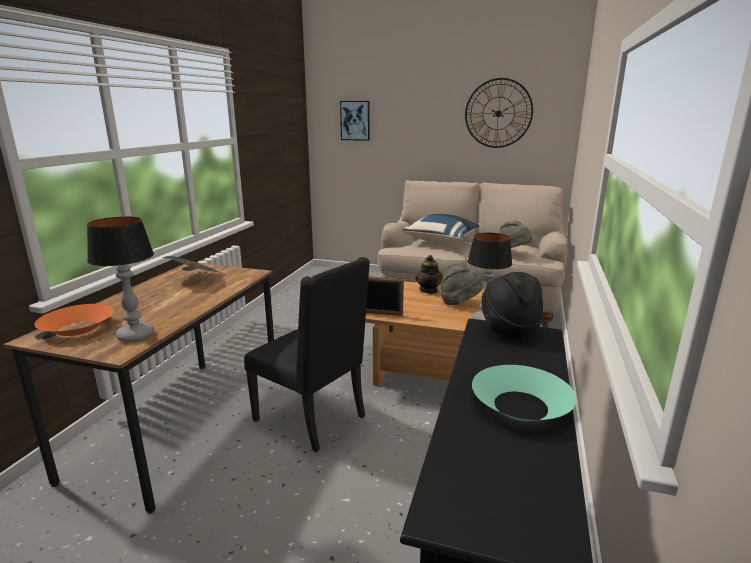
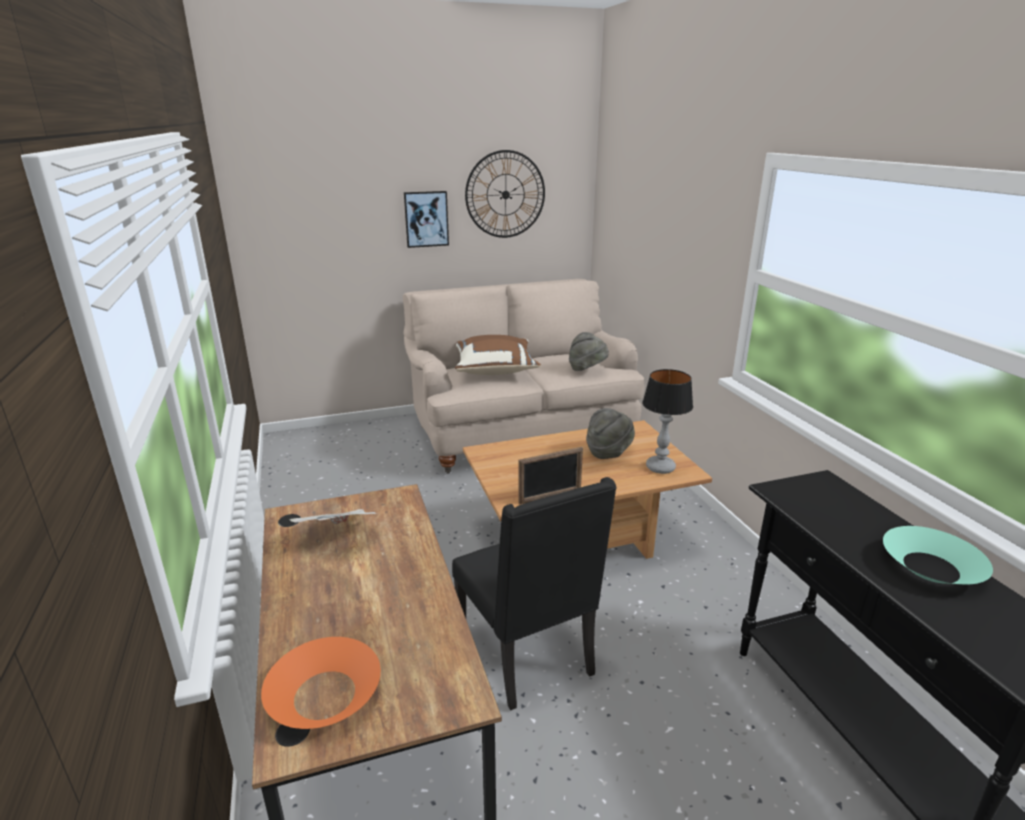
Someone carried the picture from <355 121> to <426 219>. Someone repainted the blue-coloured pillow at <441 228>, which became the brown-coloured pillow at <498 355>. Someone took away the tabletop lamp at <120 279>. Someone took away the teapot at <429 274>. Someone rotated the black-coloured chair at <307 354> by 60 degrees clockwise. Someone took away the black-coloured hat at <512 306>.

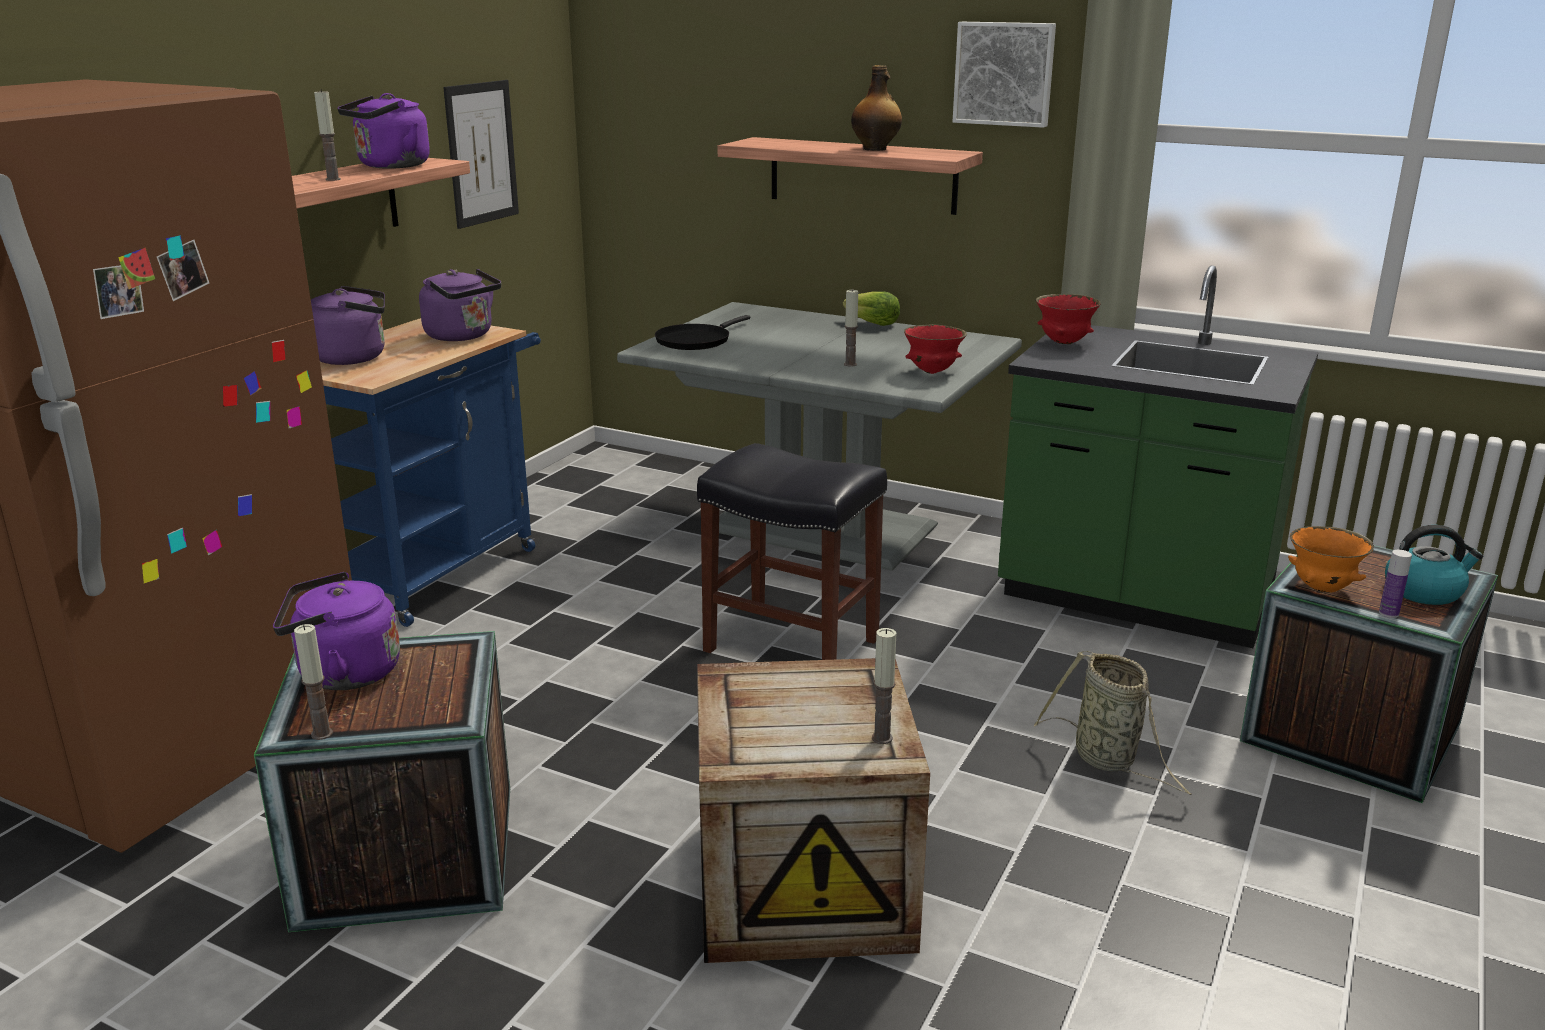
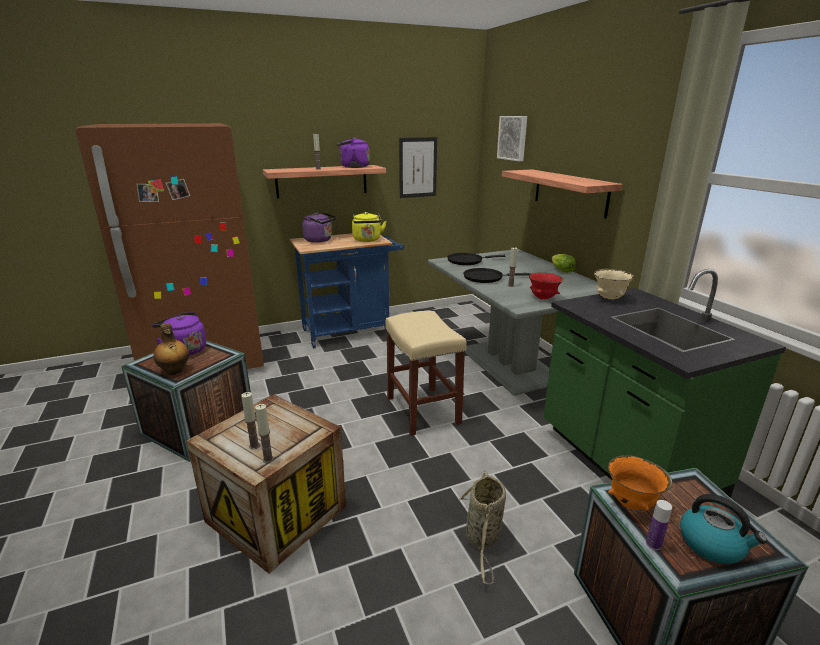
Someone carried the picture from <1004 75> to <512 138>. Someone carried the bottle from <876 108> to <171 349>. Someone repainted the purplish water kettle at <460 305>, which became the yellow water kettle at <369 227>. Someone repainted the red deep dish at <1068 319>, which became the beige deep dish at <614 284>. Someone repainted the black-coloured sitting stool at <792 551>, which became the beige sitting stool at <426 373>. Someone carried the wax candle from <313 682> to <250 420>. Someone put down the black-coloured skillet at <497 275>.

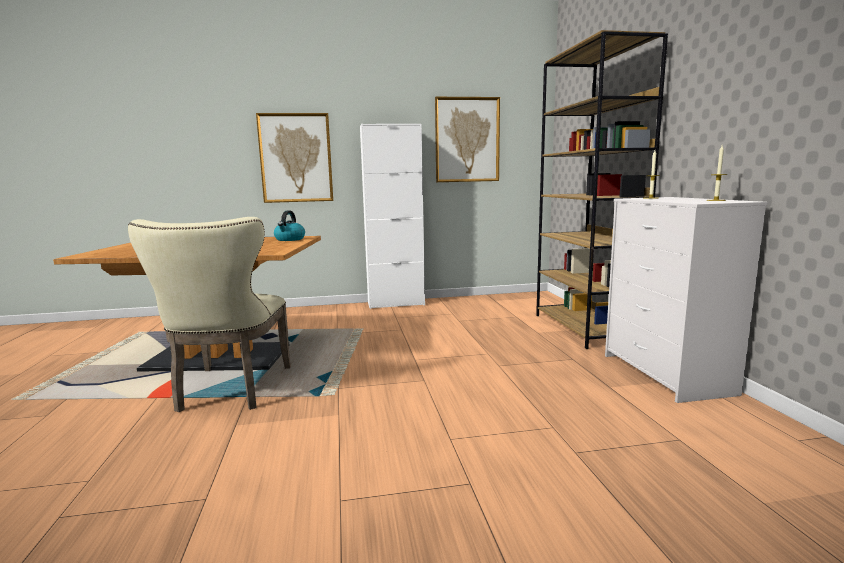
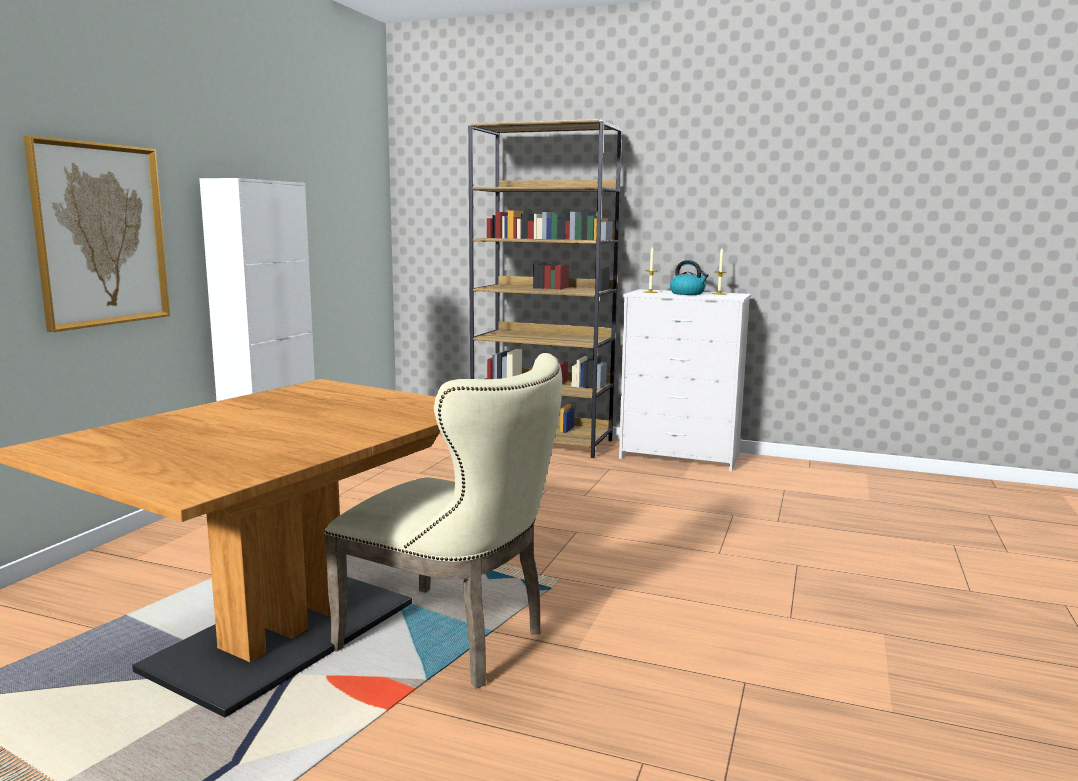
Someone took away the picture at <467 139>. Someone carried the water kettle from <289 225> to <689 277>.

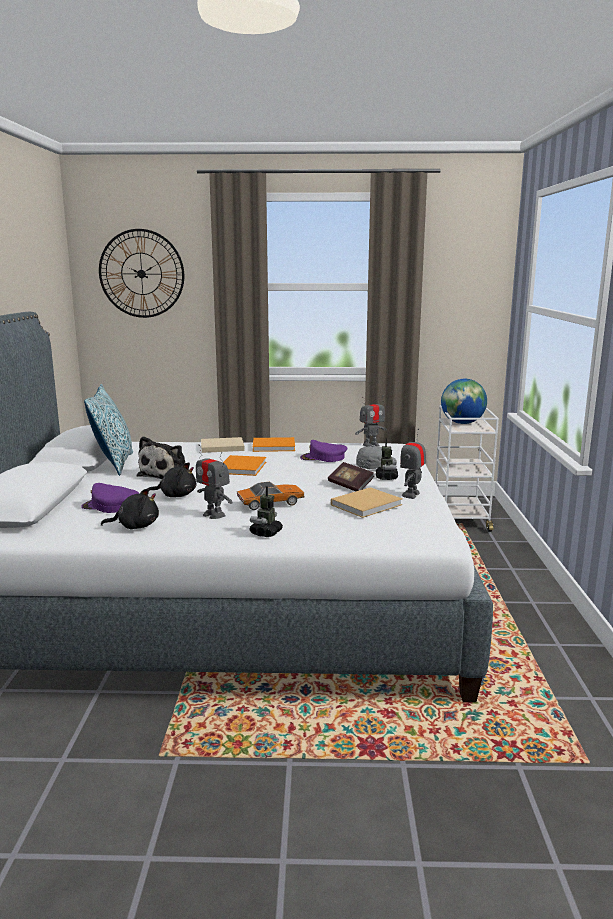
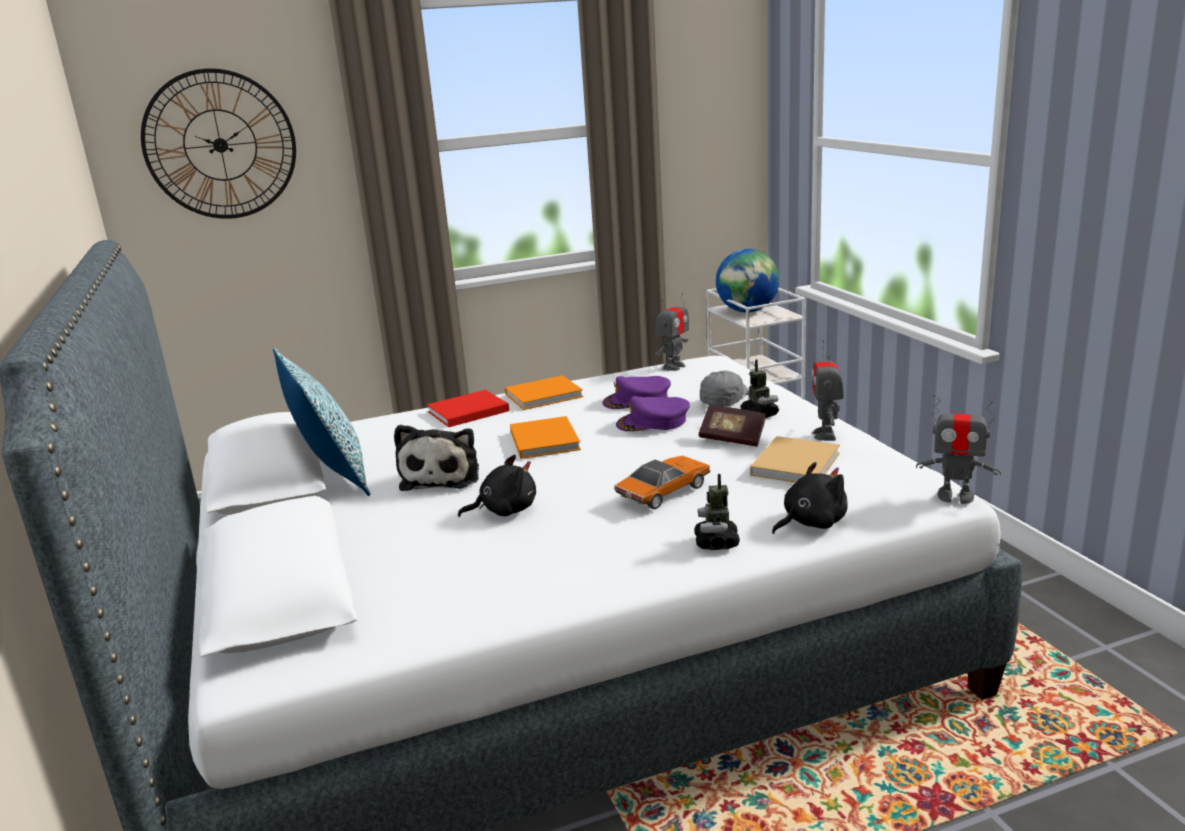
Someone repainted the beige book at <223 445>, which became the red book at <468 408>. Someone carried the robot figure from <214 481> to <958 449>. Someone carried the purplish baseball cap from <110 498> to <653 414>. Someone carried the black-coloured soft toy from <130 508> to <810 498>.

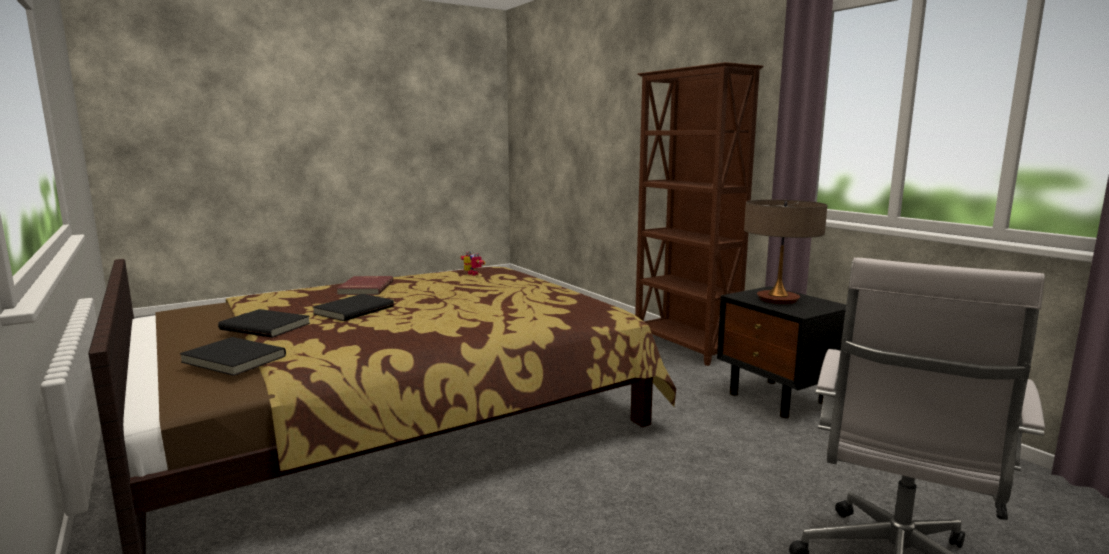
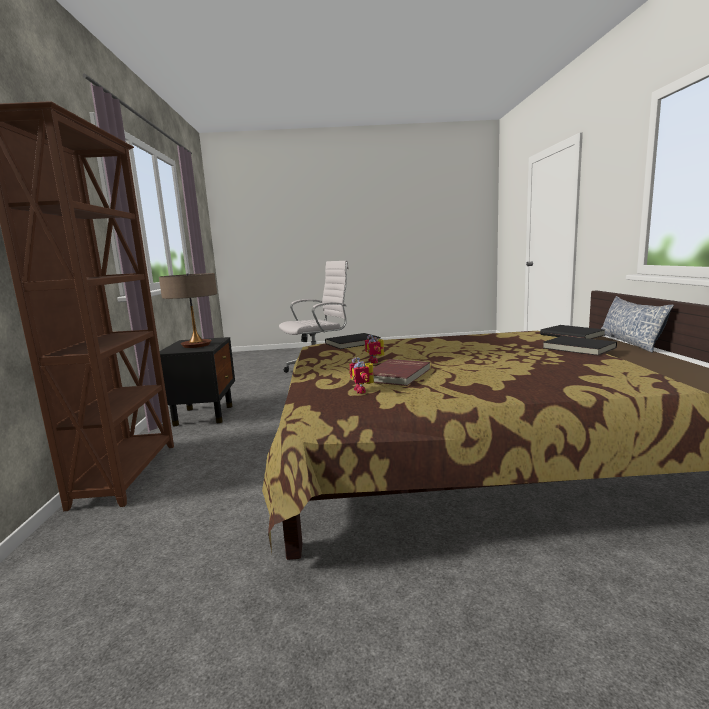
Someone carried the red book from <364 285> to <401 372>. Someone carried the black-coloured book from <353 307> to <353 341>. Someone put down the pillow at <637 324>. Someone put down the robot figure at <374 349>.

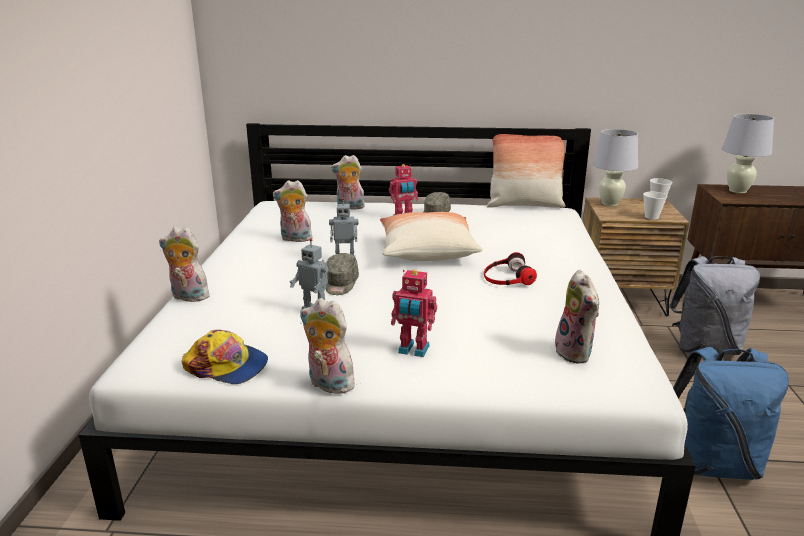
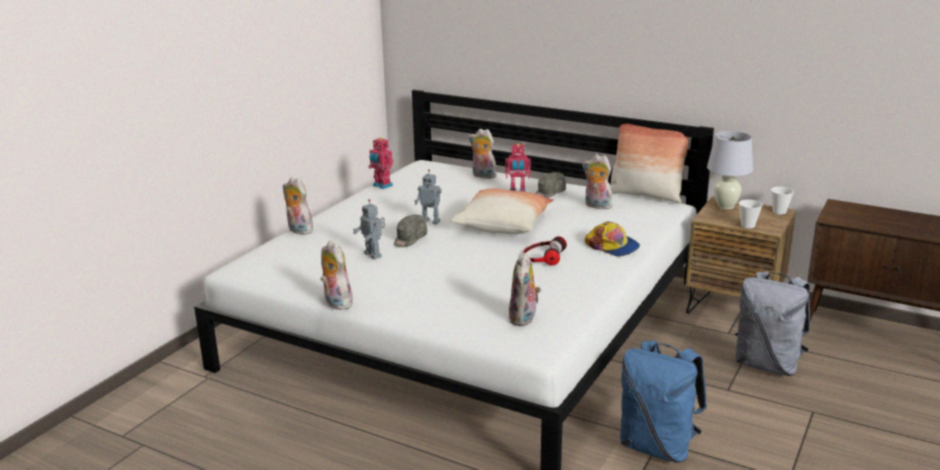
Someone took away the white-coloured tabletop lamp at <748 153>. Someone carried the soft toy from <292 211> to <597 182>. Someone carried the robot figure from <414 313> to <380 163>. Someone carried the baseball cap from <225 357> to <612 239>.

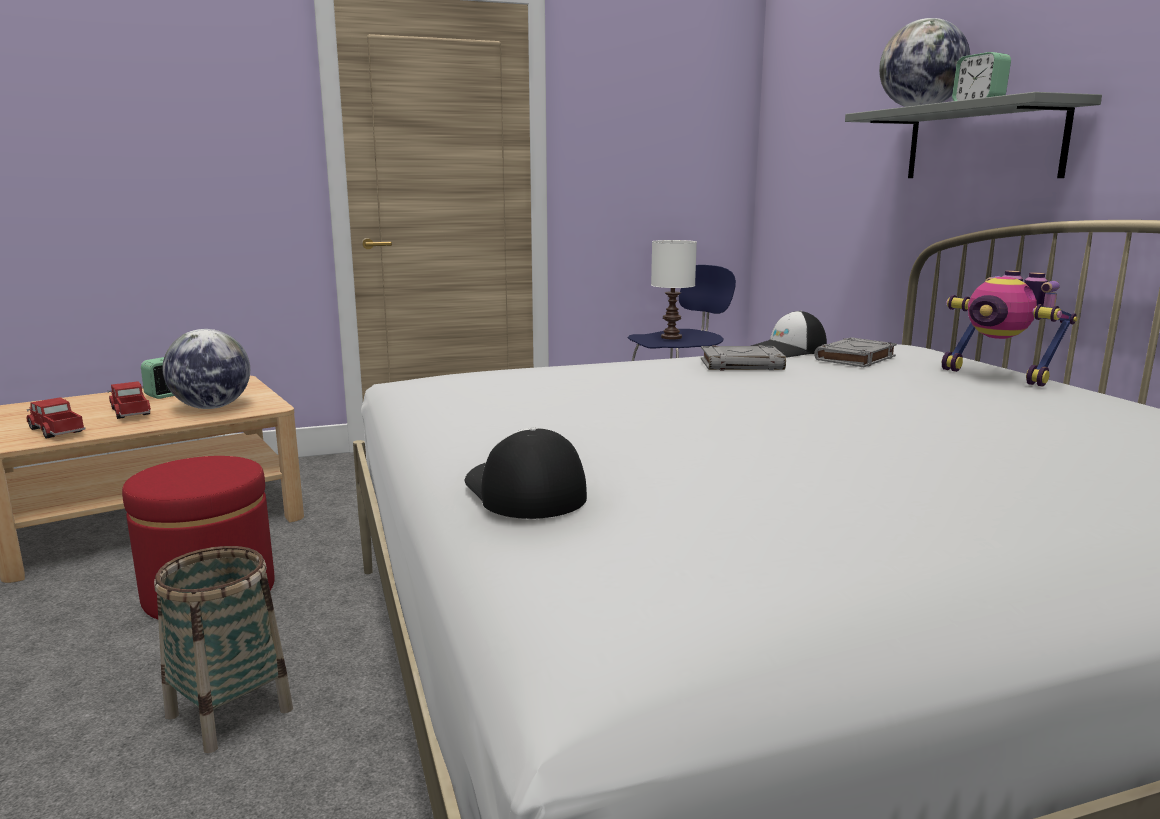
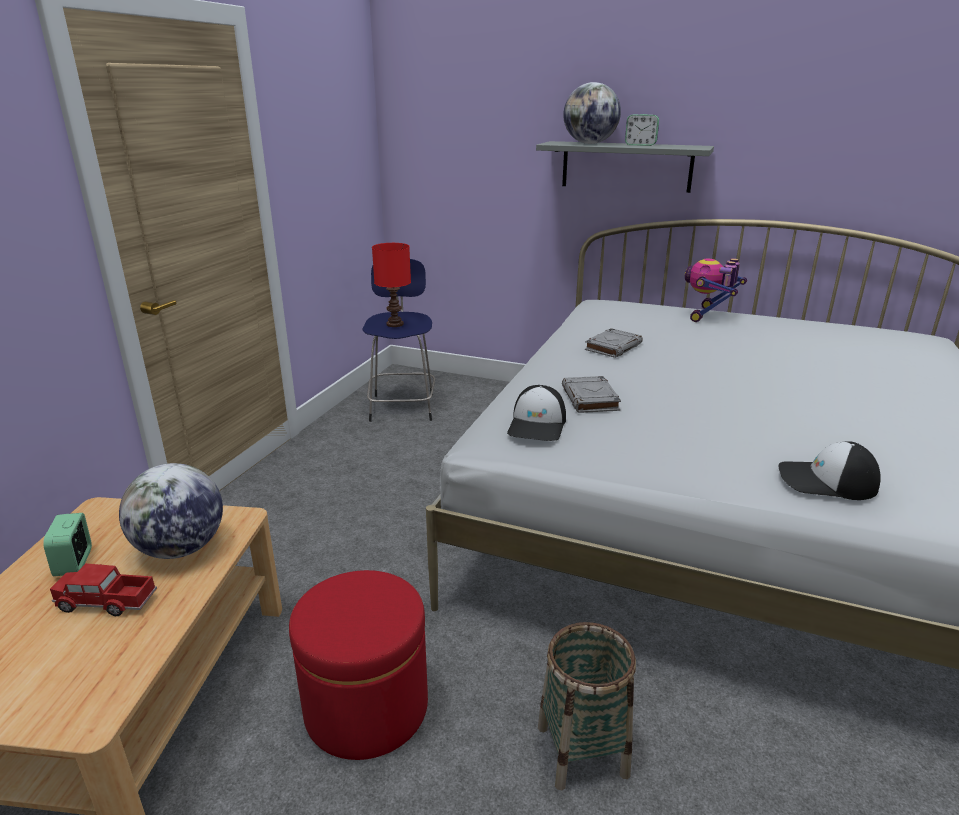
Someone repainted the white-coloured tabletop lamp at <674 289>, which became the red tabletop lamp at <391 285>. Someone rotated the robot figure at <1009 328> by 120 degrees clockwise. Someone carried the baseball cap from <789 334> to <536 413>. Someone carried the grey book from <855 352> to <591 394>. Someone took away the toy truck at <56 418>.

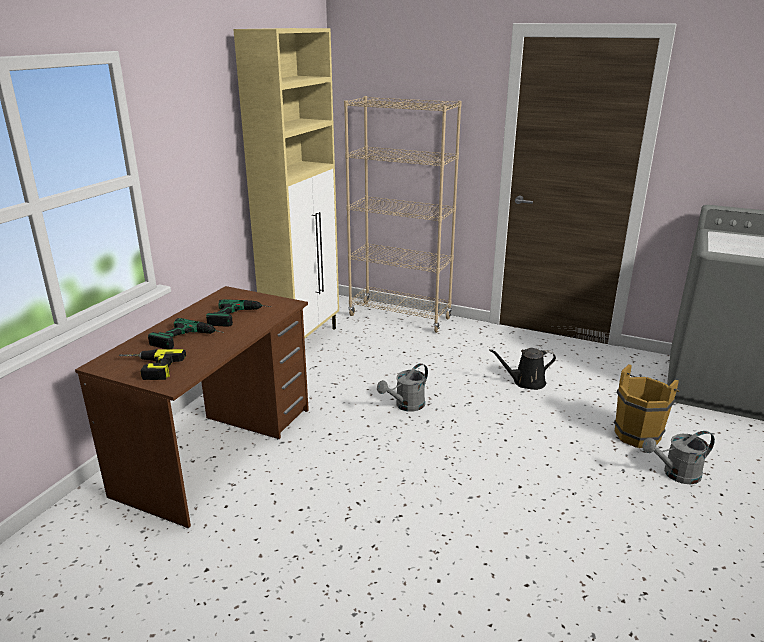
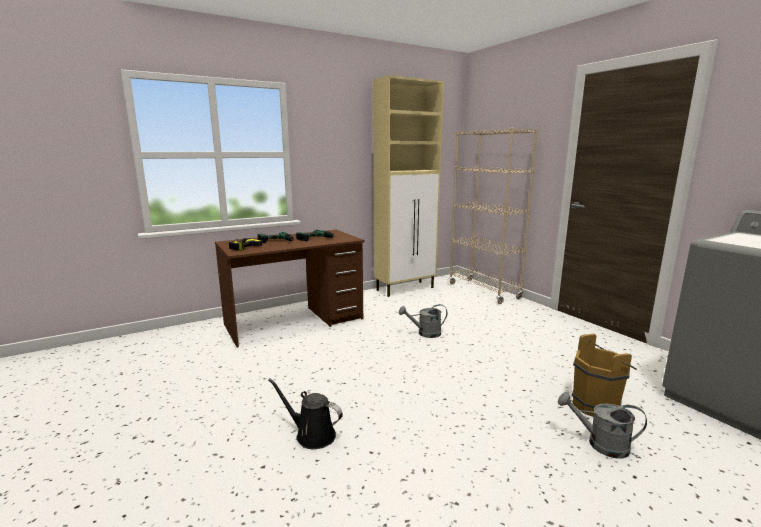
Someone carried the black-coloured watering can from <522 369> to <306 413>.

